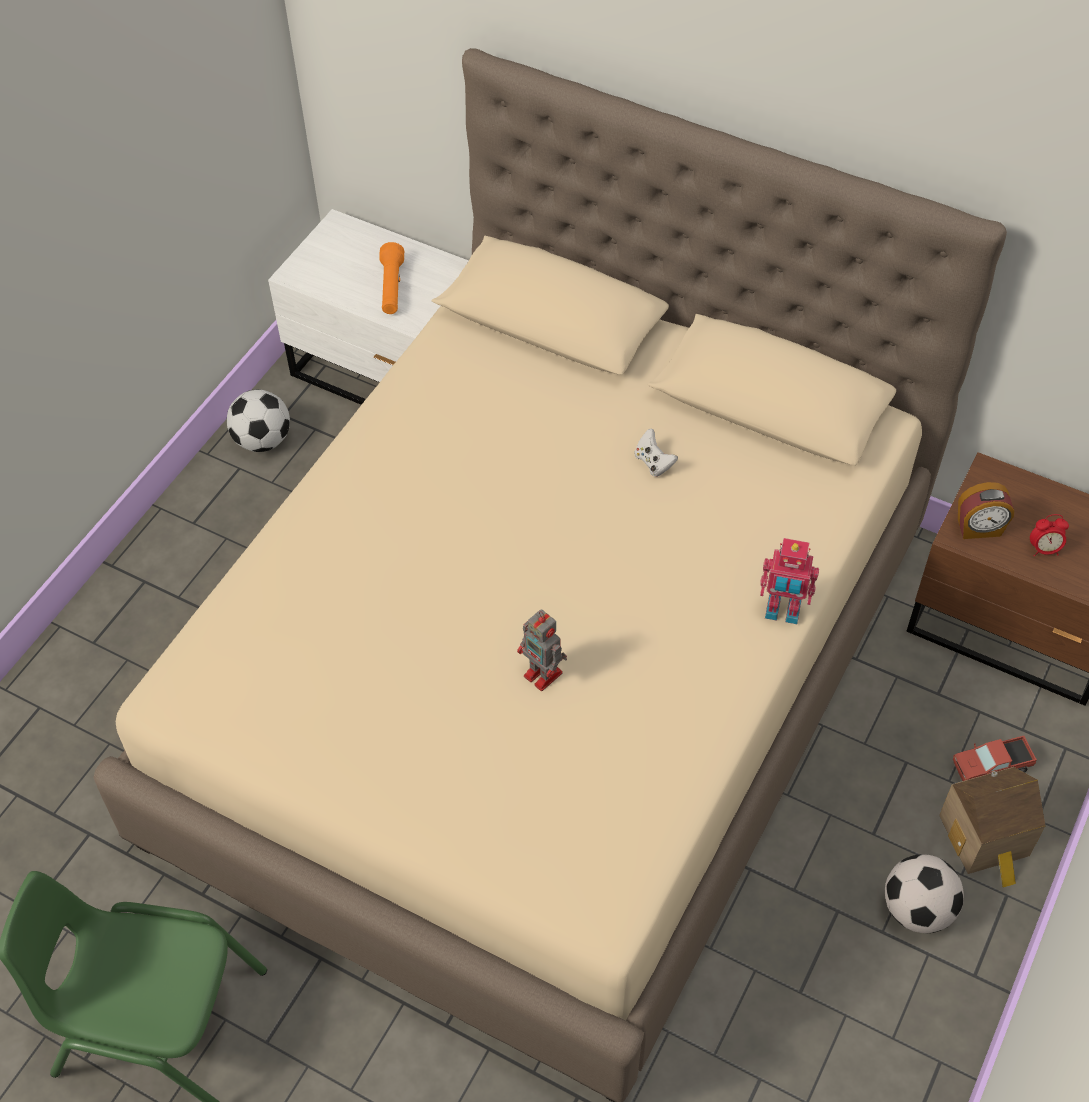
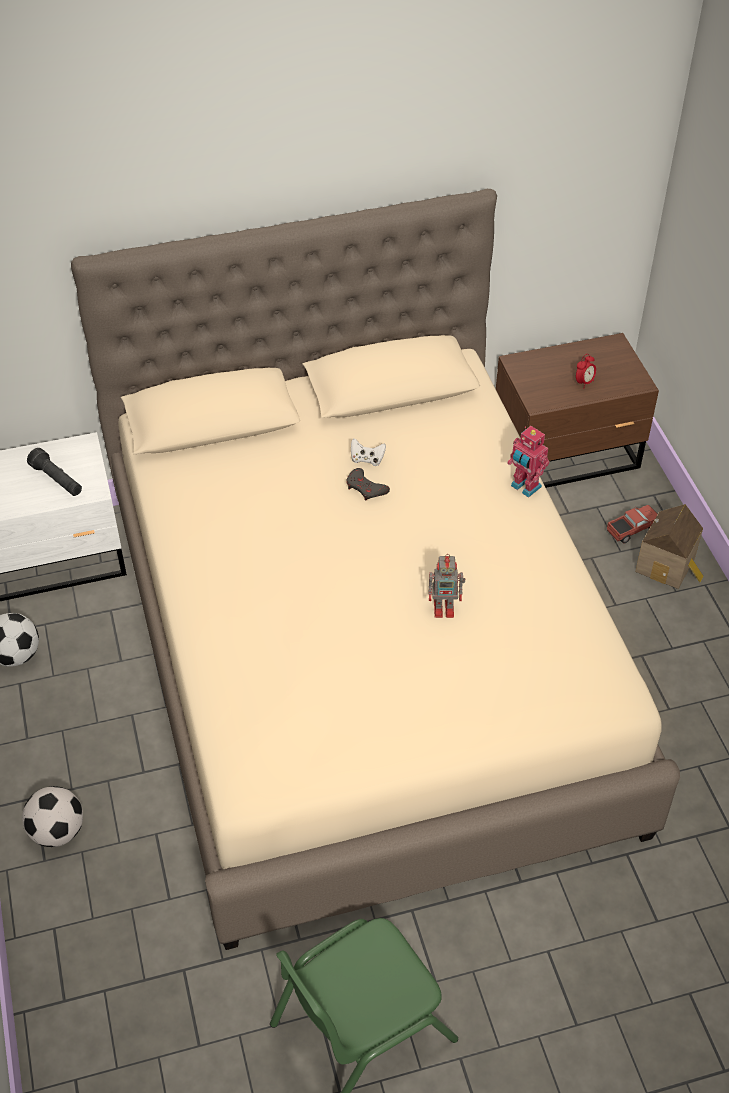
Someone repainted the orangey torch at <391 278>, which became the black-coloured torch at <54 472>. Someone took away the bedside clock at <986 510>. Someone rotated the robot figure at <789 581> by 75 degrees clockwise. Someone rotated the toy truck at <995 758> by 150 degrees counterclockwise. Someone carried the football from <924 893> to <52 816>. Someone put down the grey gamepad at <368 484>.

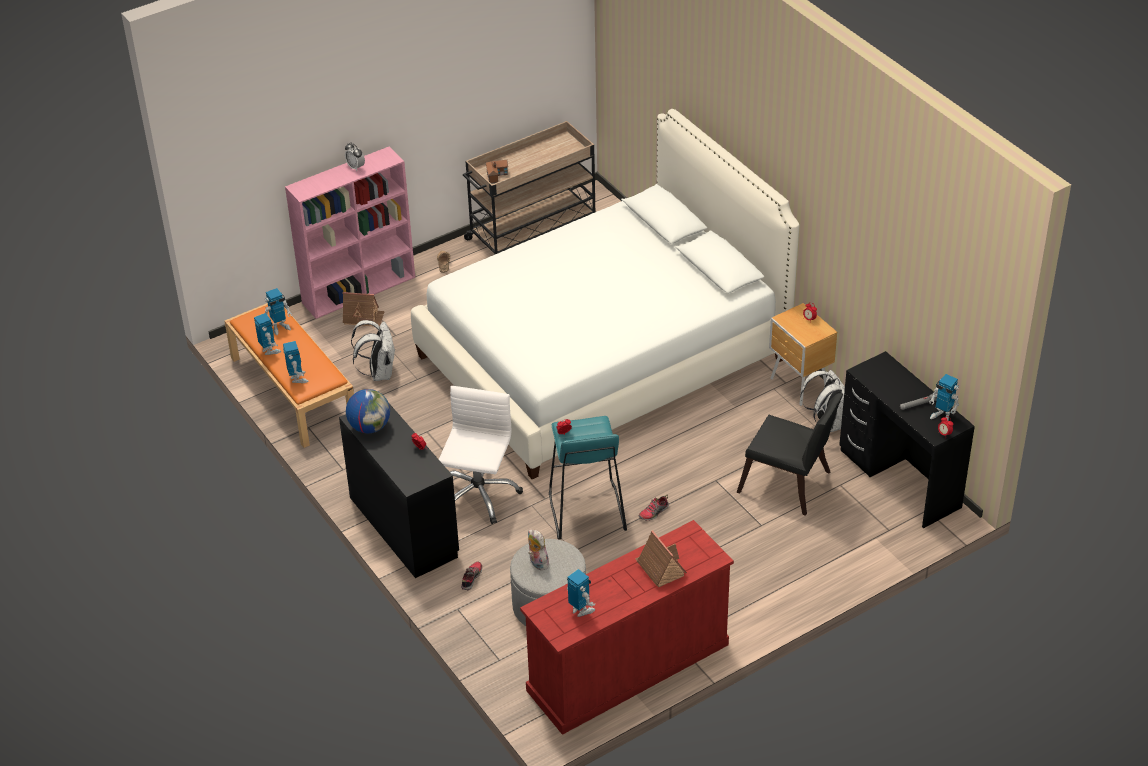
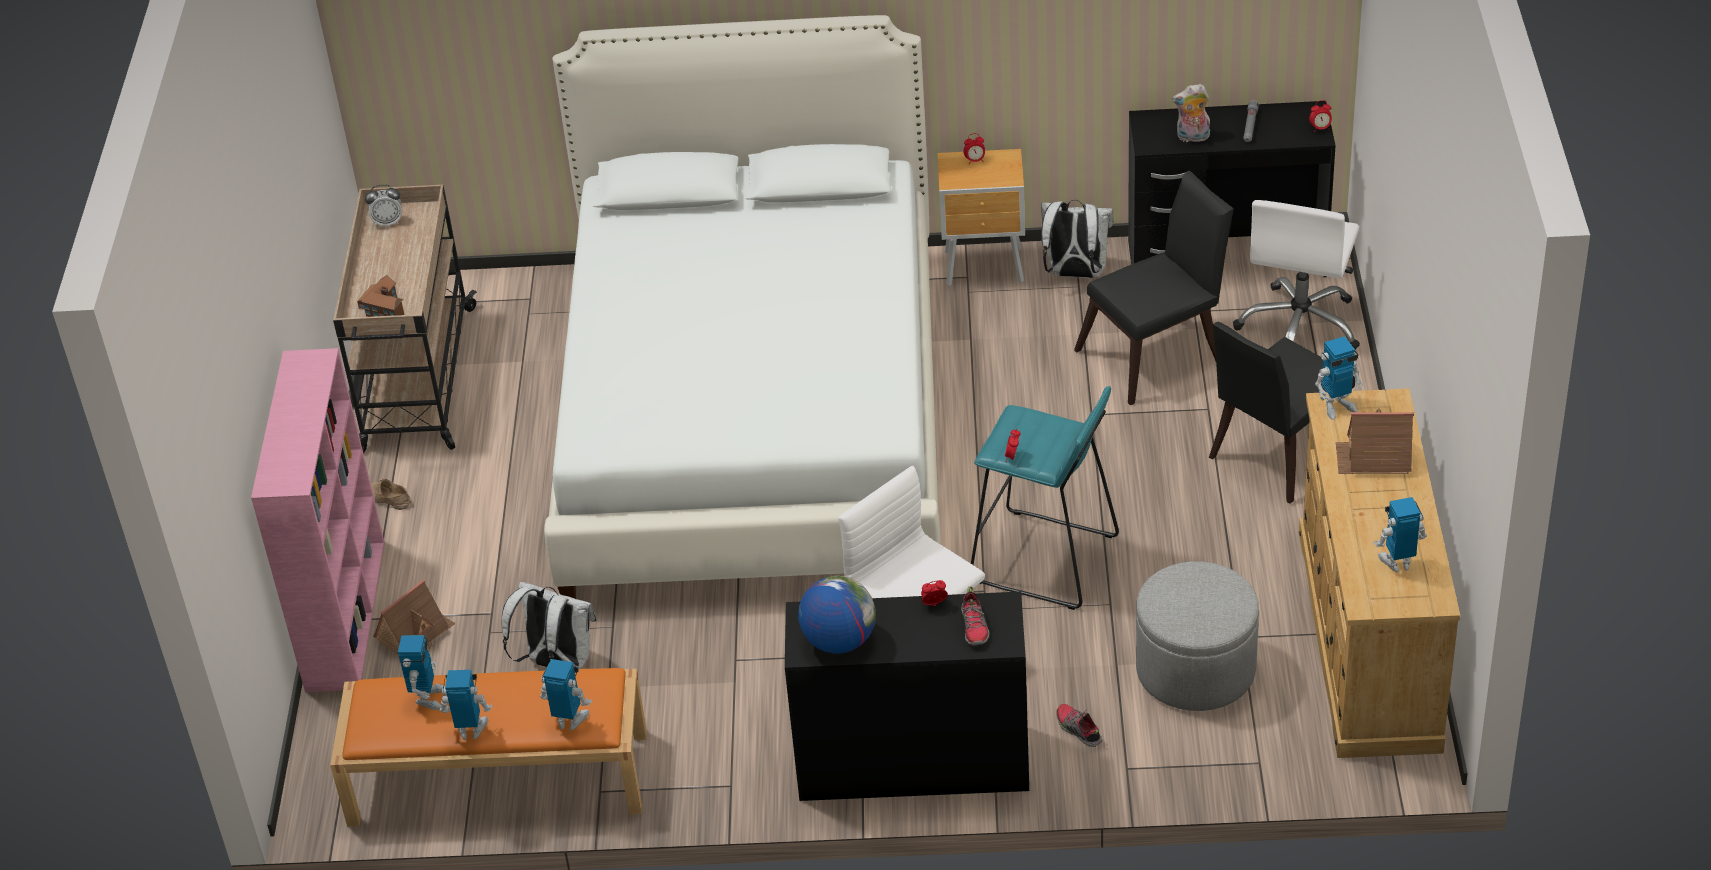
Someone carried the bedside clock from <355 157> to <383 206>. Someone carried the robot figure from <944 397> to <1339 378>. Someone carried the low shoe from <654 508> to <975 616>. Someone repainted the red dresser at <627 627>, which became the beige dresser at <1379 573>. Someone carried the soft toy from <539 549> to <1191 114>. Someone put down the white-coloured office chair at <1296 275>. Someone put down the black-coloured chair at <1282 413>.

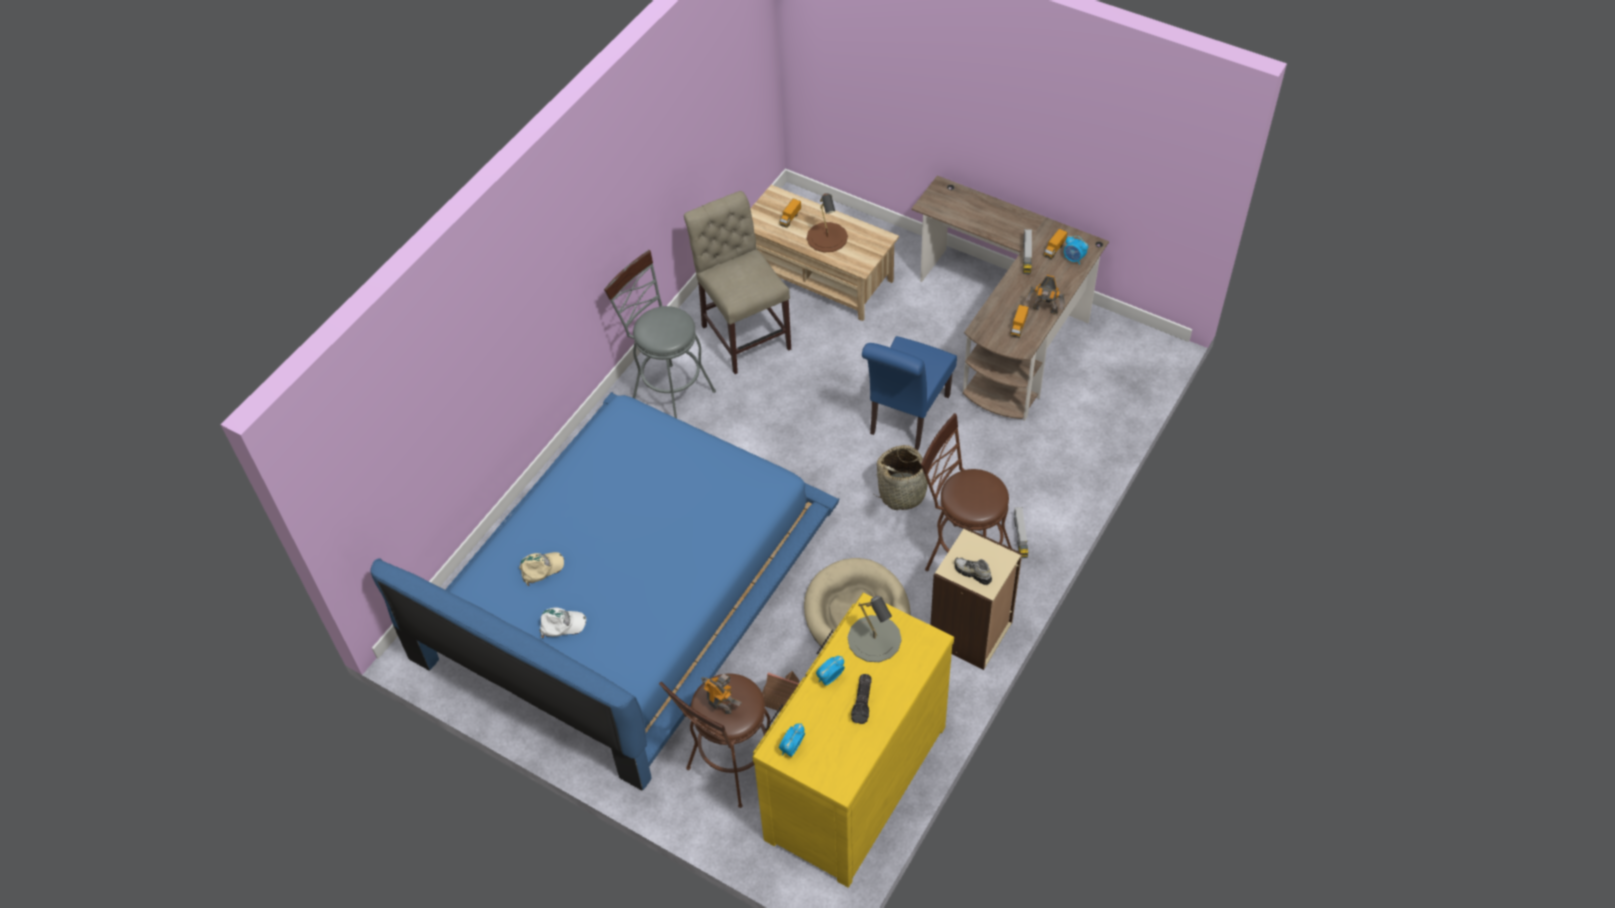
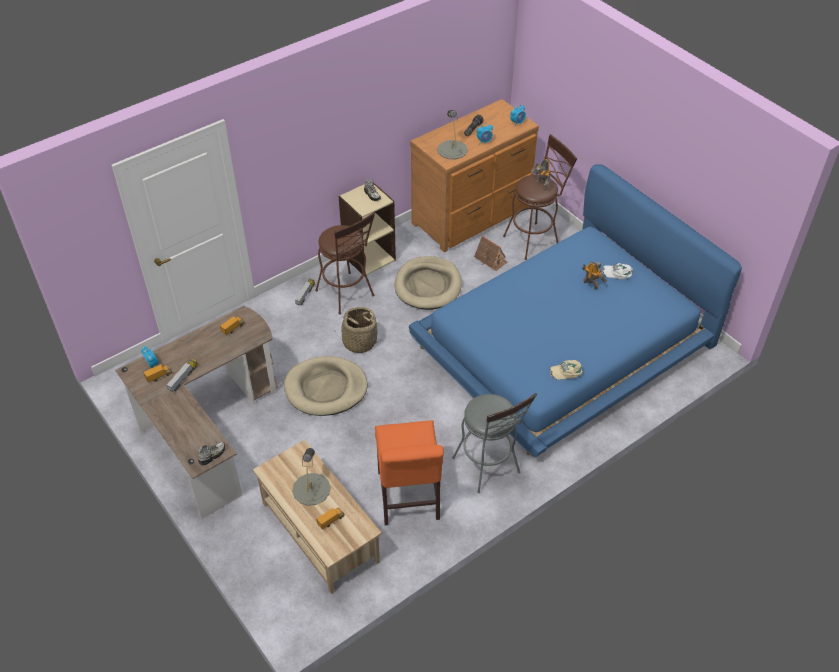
Someone repainted the beige chair at <737 282>, which became the orangey chair at <409 472>. Someone repainted the brown-coloured tabletop lamp at <827 222>, which became the grey tabletop lamp at <311 477>. Someone carried the robot figure from <1045 295> to <594 276>. Someone swapped the blue-coloured chair at <909 393> for the beige pet bed at <325 386>. Someone carried the beige baseball cap from <541 569> to <566 370>. Someone repainted the yellow dresser at <853 740>, which became the brown-coloured dresser at <474 176>. Someone put down the low shoe at <211 453>.

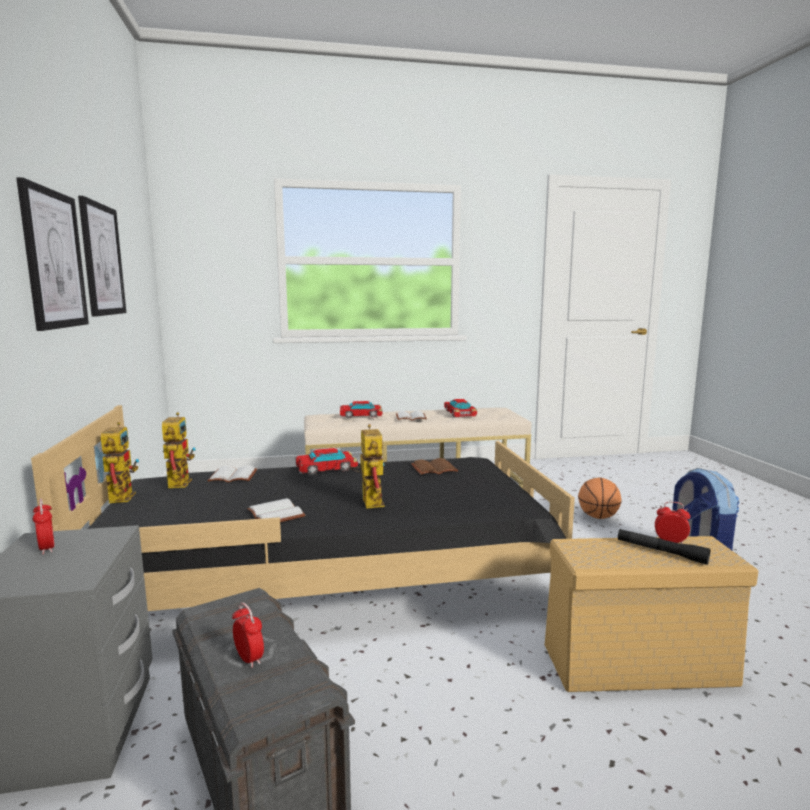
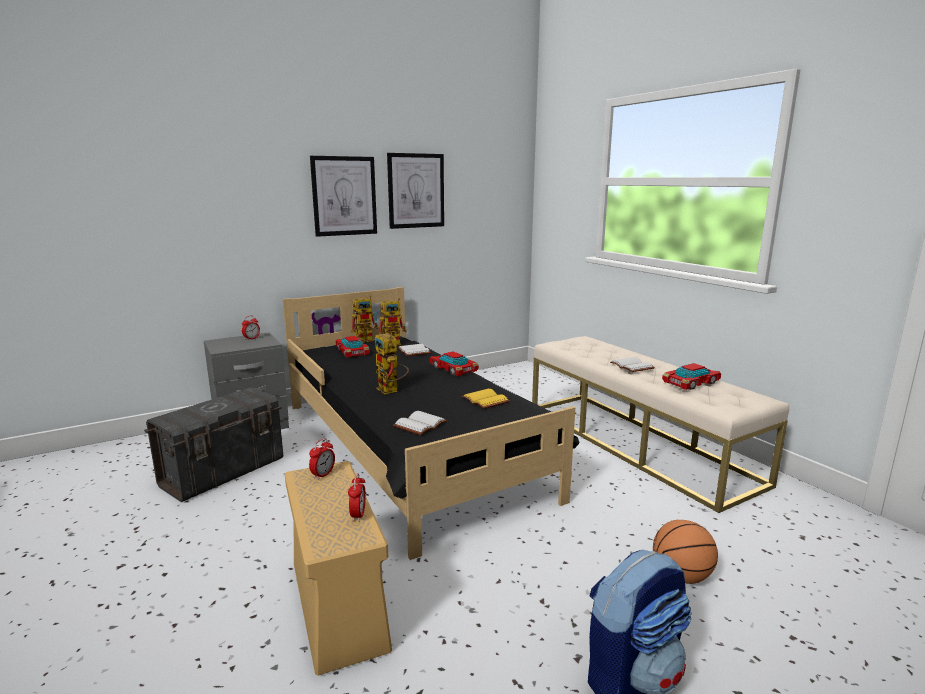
Someone carried the miniature car from <361 409> to <353 346>. Someone rotated the robot figure at <367 466> by 90 degrees clockwise. Someone repainted the brown-coloured book at <434 466>, which became the yellow book at <486 399>. Someone carried the white-coloured book from <276 510> to <420 423>. Someone took away the black-coloured torch at <664 547>. Someone carried the bedside clock from <248 635> to <322 459>.

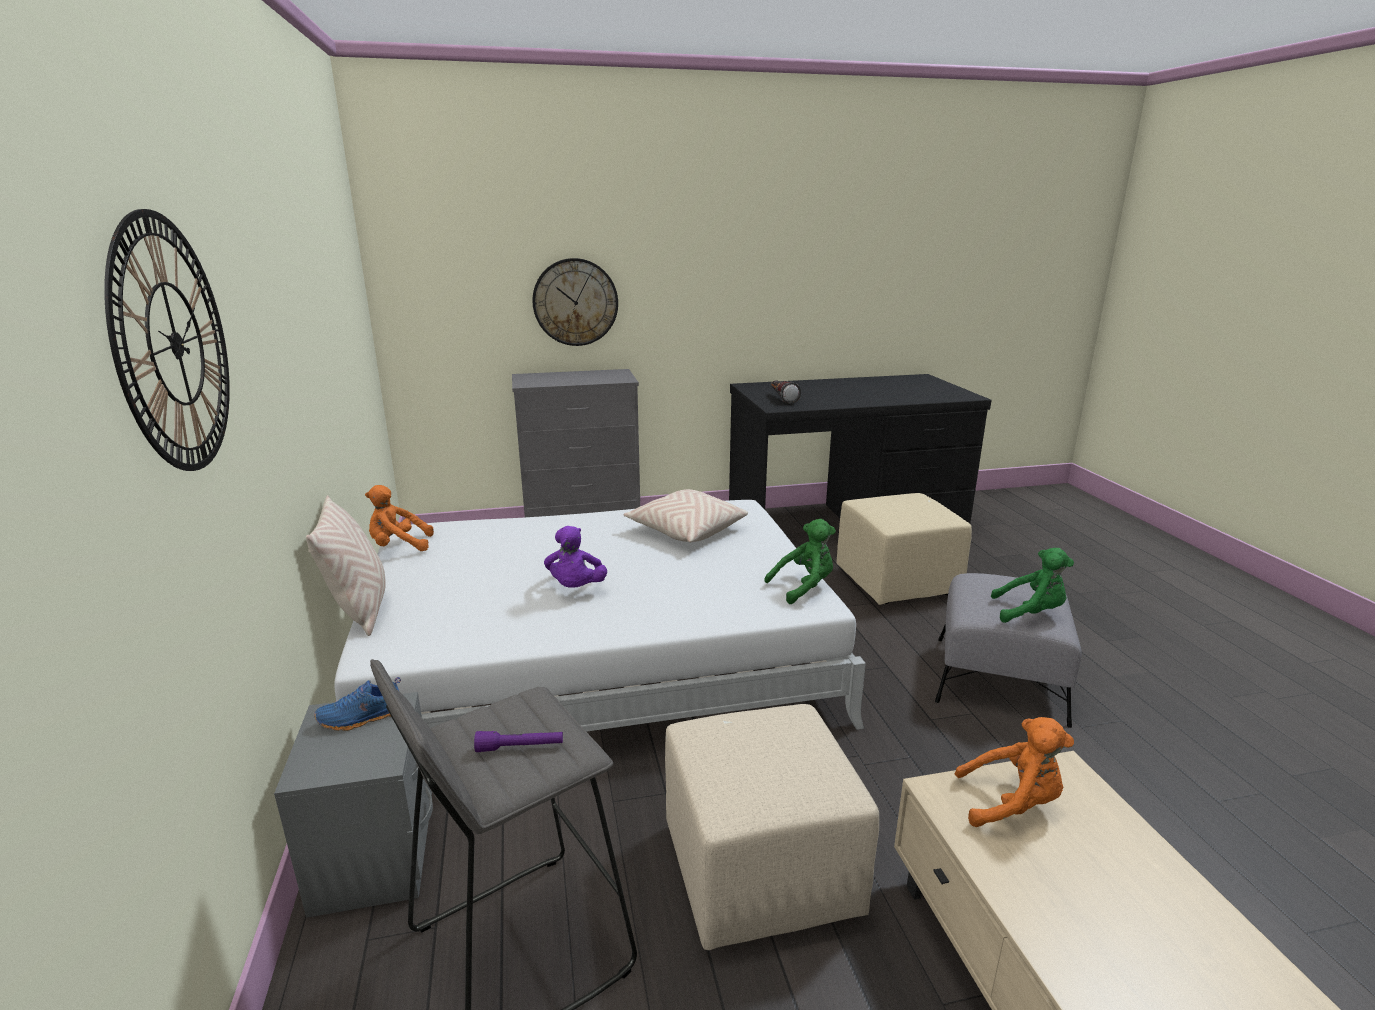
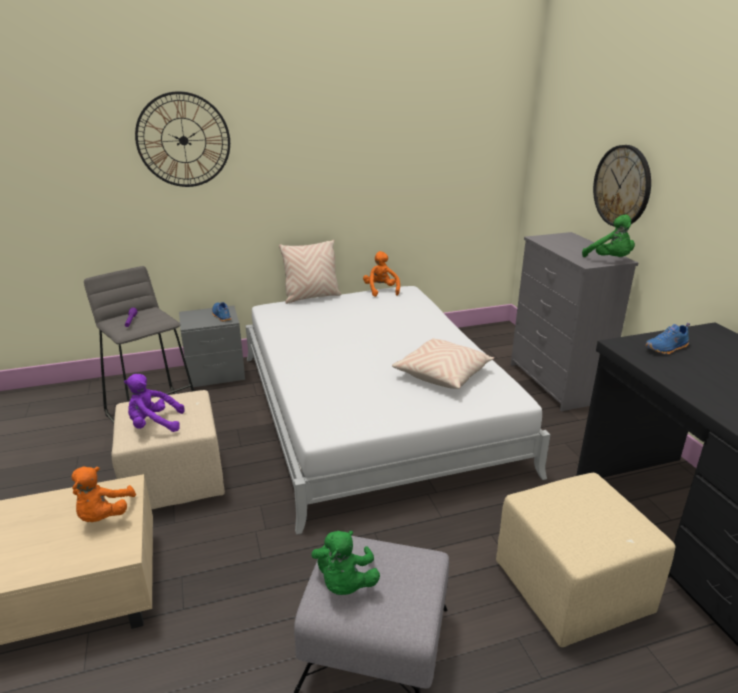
Someone swapped the torch at <786 392> for the blue-coloured low shoe at <667 338>. Someone carried the greenish soft toy from <800 561> to <608 236>. Someone carried the purplish soft toy from <575 557> to <154 403>.

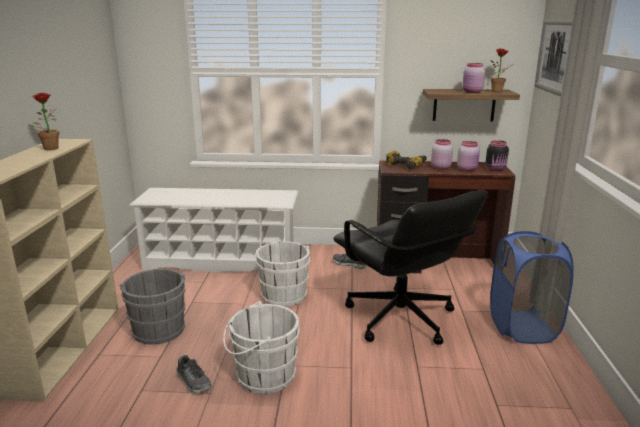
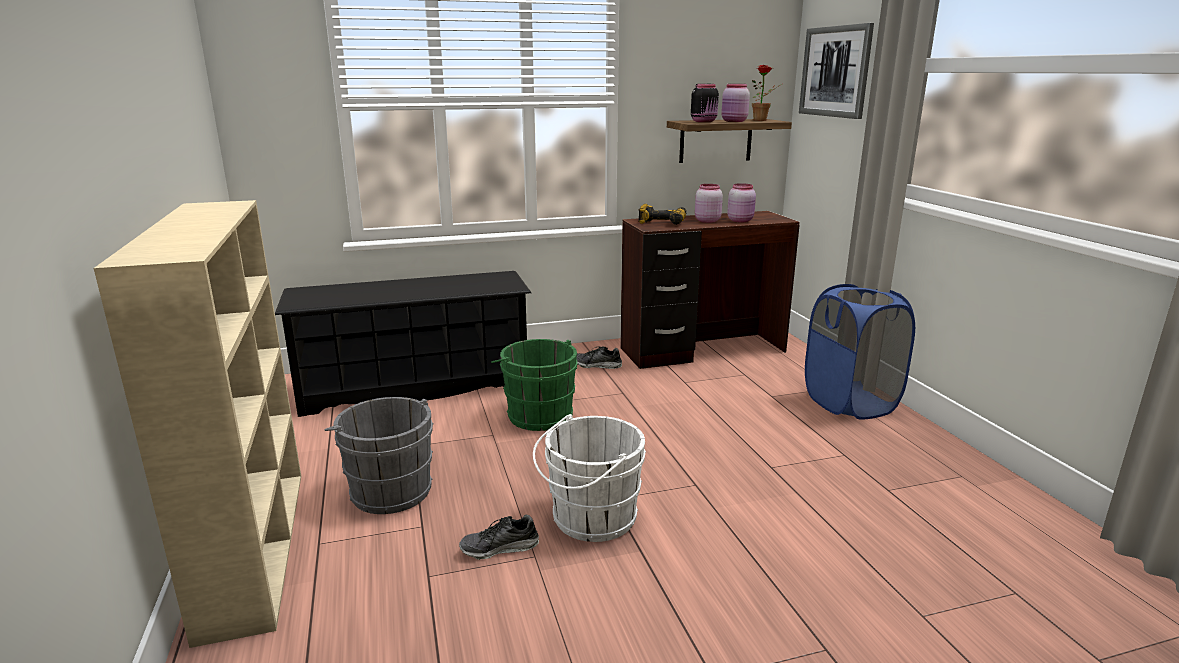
Someone took away the houseplant at <43 121>. Someone carried the black-coloured storage jar from <497 155> to <705 103>. Someone repainted the white-coloured shoe stand at <214 230>, which became the black-coloured shoe stand at <403 344>. Someone took away the black-coloured office chair at <410 267>. Someone repainted the white-coloured bucket at <282 274>, which became the greenish bucket at <534 385>. Someone rotated the low shoe at <194 374> by 135 degrees clockwise.

